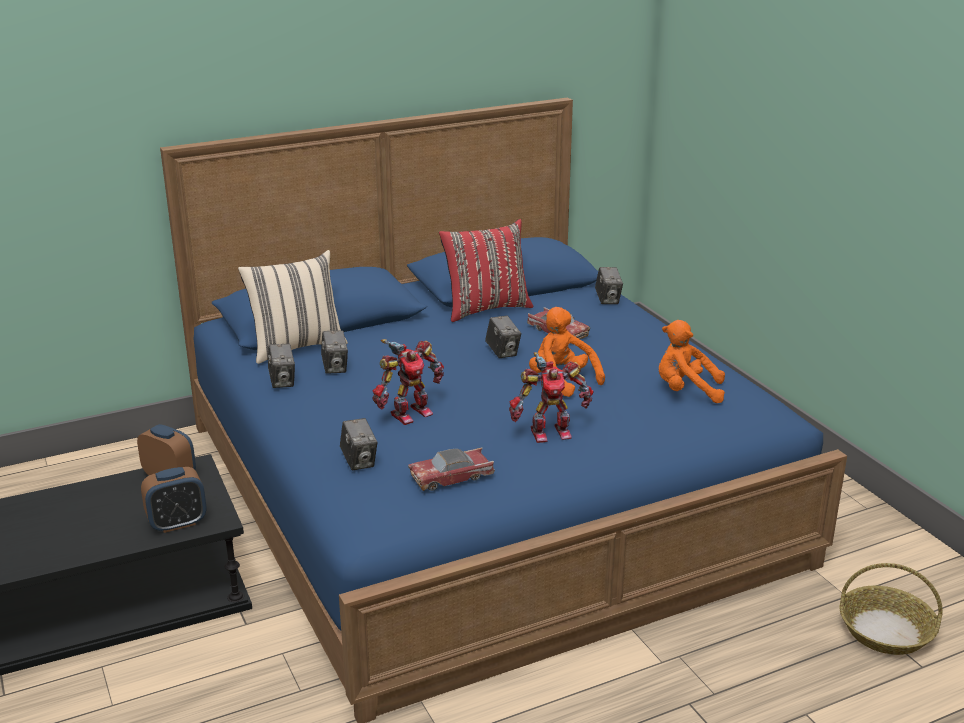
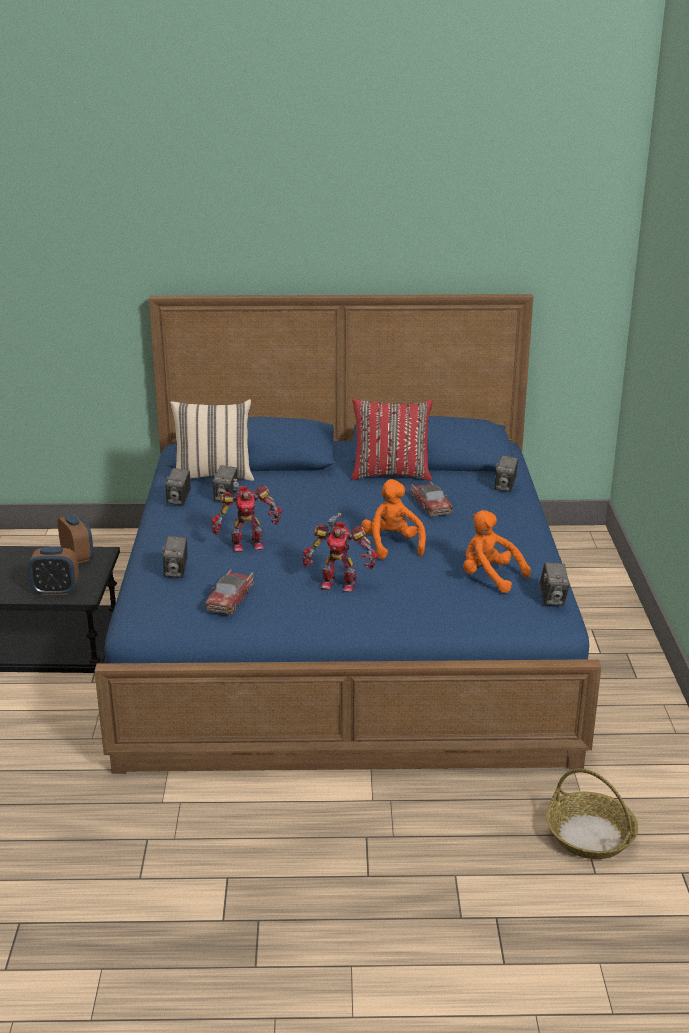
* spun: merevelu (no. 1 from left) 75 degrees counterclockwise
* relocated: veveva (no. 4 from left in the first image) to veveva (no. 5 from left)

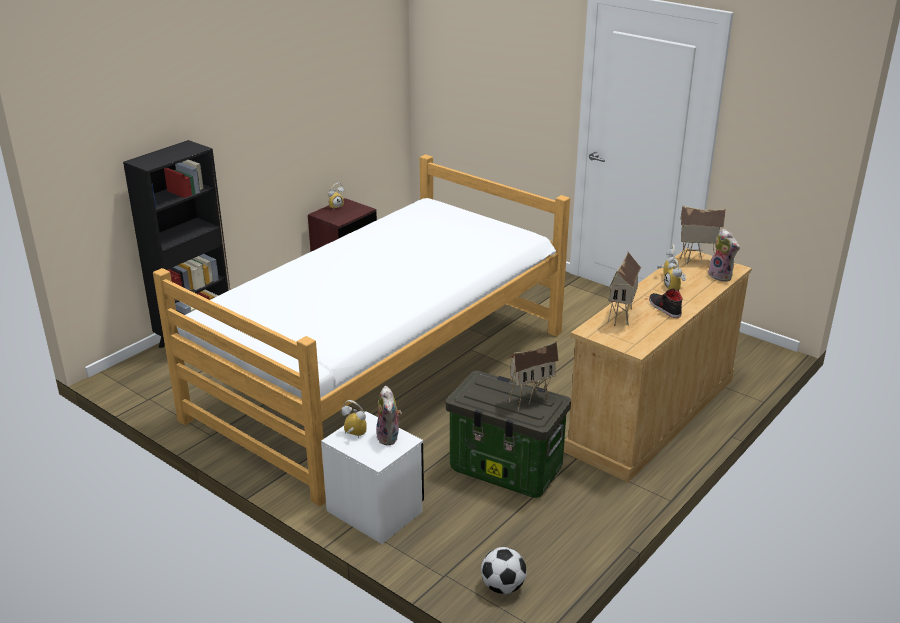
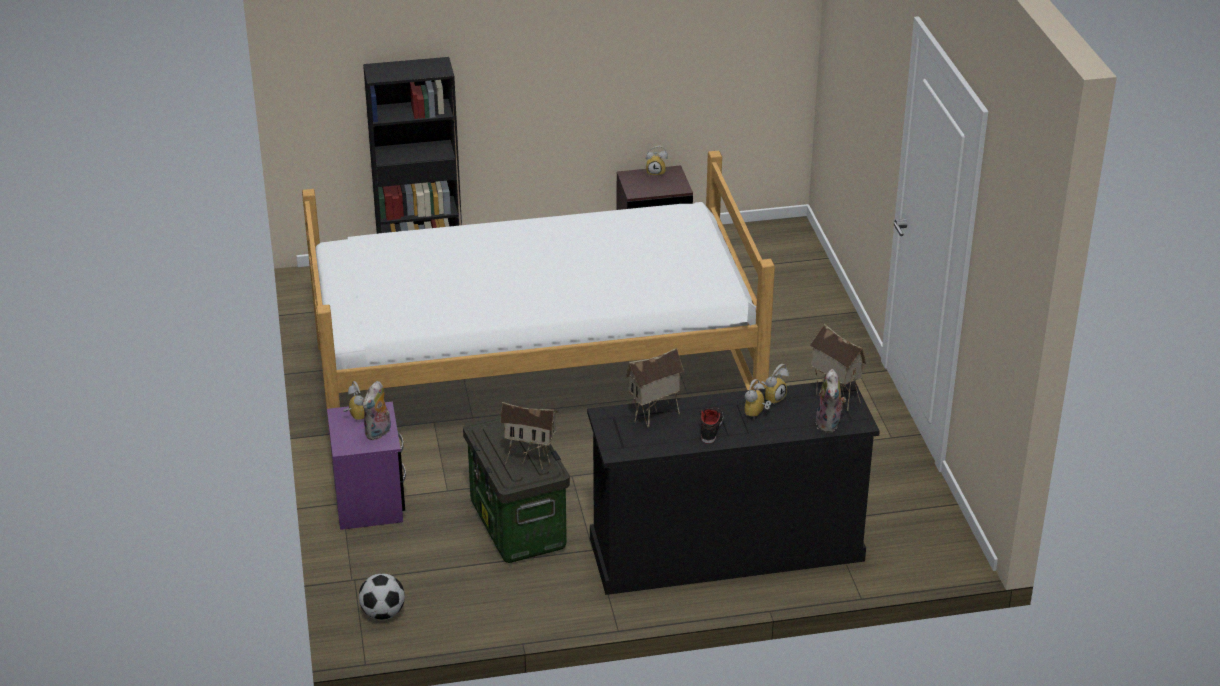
* colour: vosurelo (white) to vosurelo (purple)
* colour: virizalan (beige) to virizalan (black)

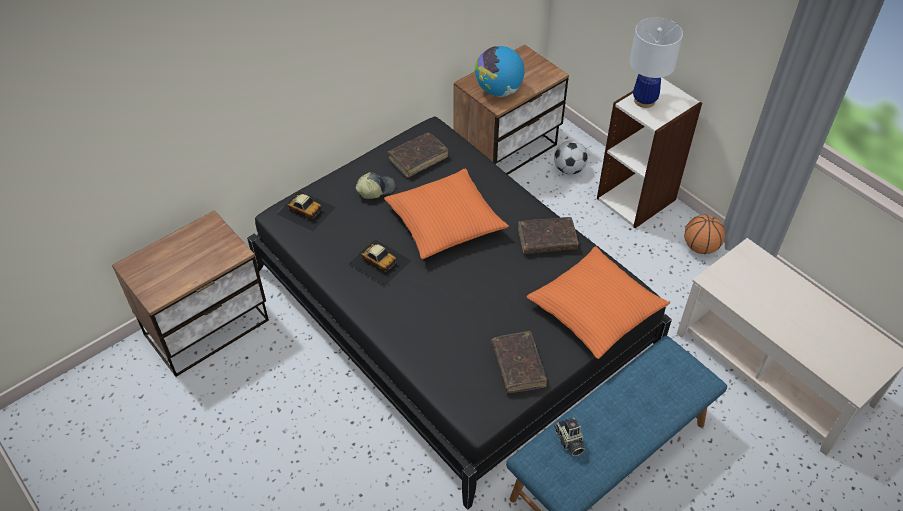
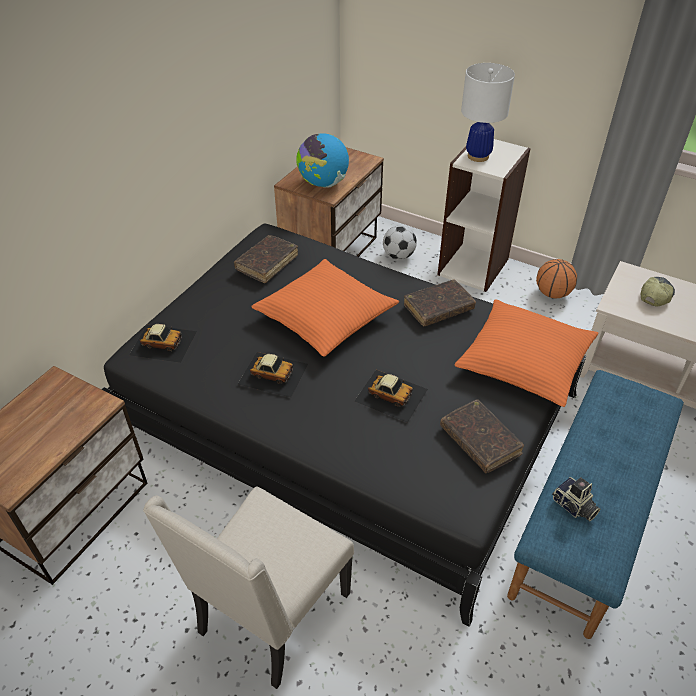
* appeared: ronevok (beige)
* appeared: merevelu (no. 3 from left)
* relocated: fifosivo

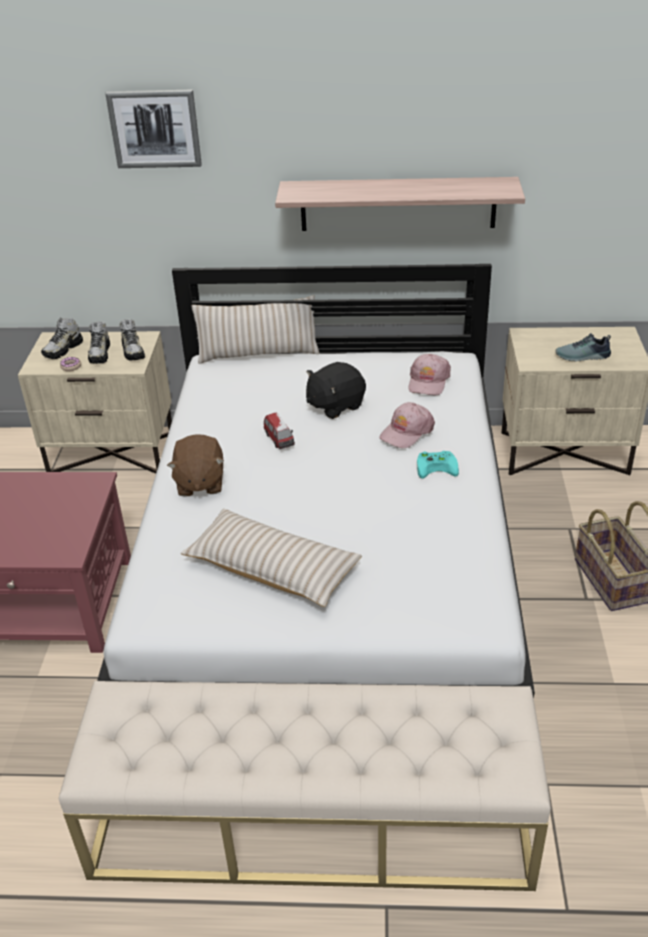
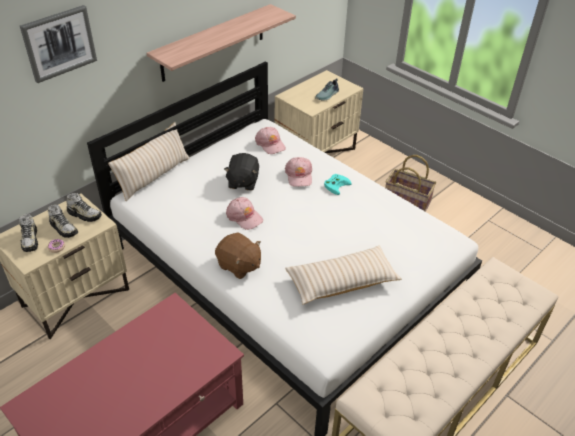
* exchanged: merevelu to fifosivo (pink) (no. 1 from left)

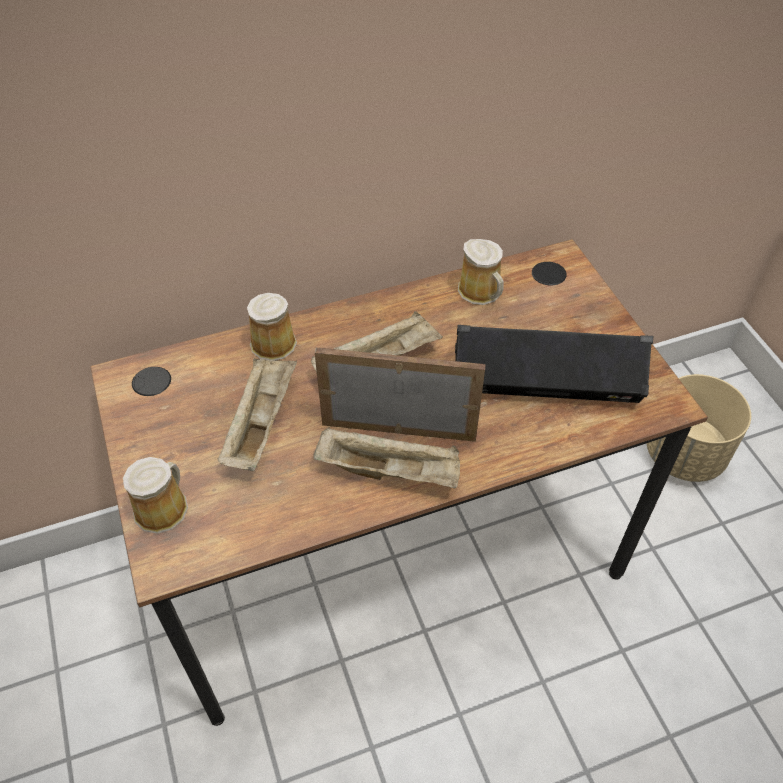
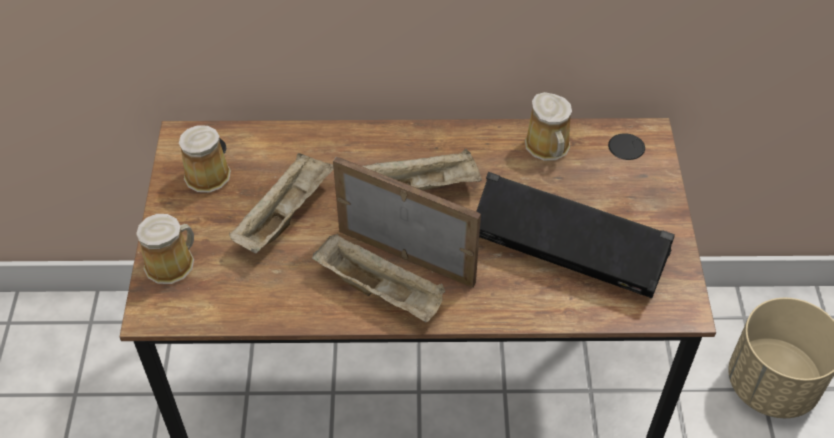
* relocated: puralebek (no. 2 from left)

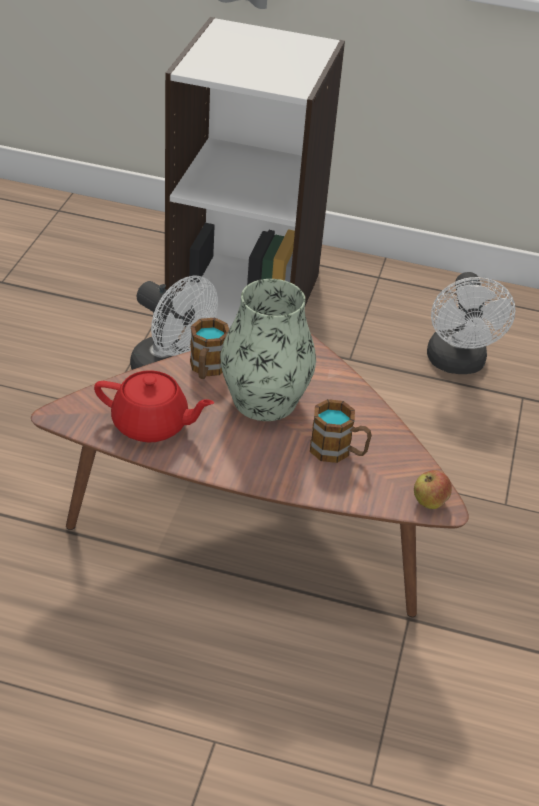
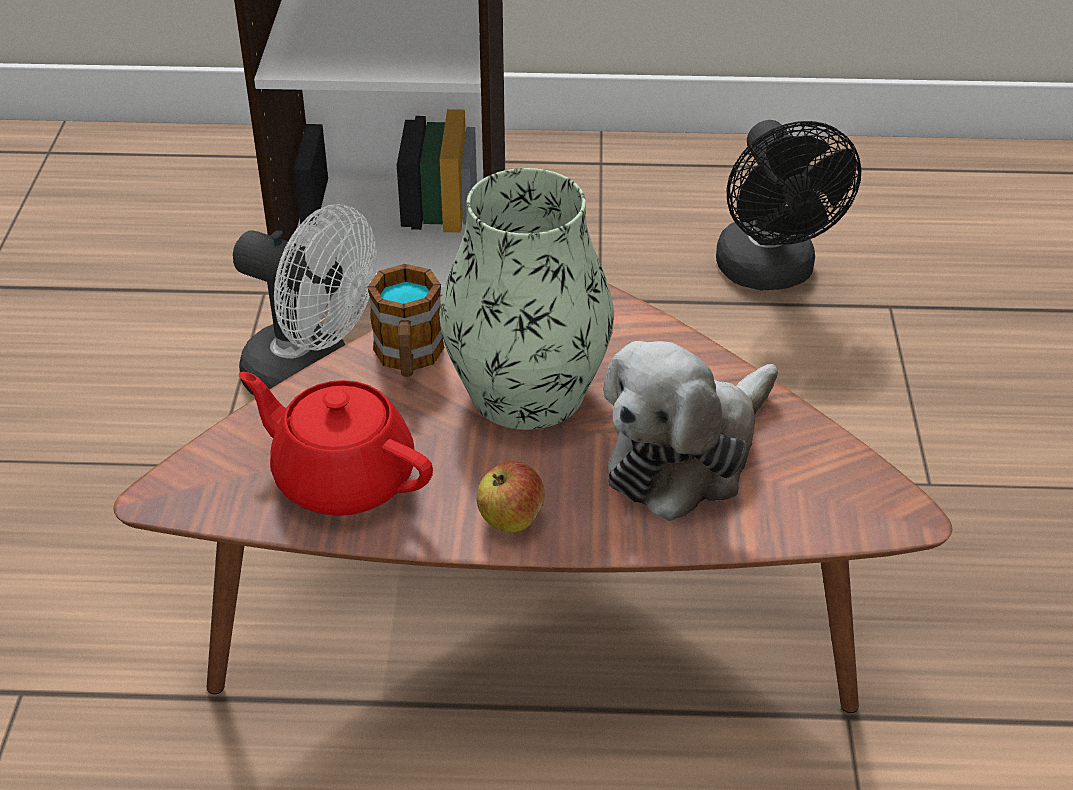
* spun: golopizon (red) 150 degrees counterclockwise
* relocated: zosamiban
* exchanged: puralebek (no. 2 from left) to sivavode
* colour: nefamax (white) (no. 2 from left) to nefamax (black)

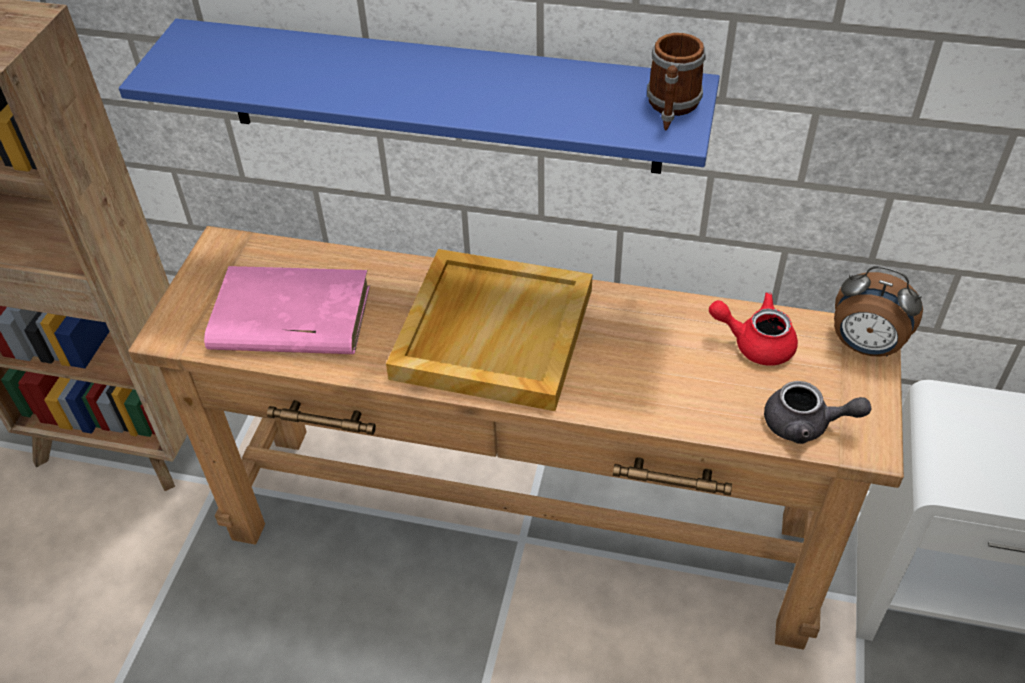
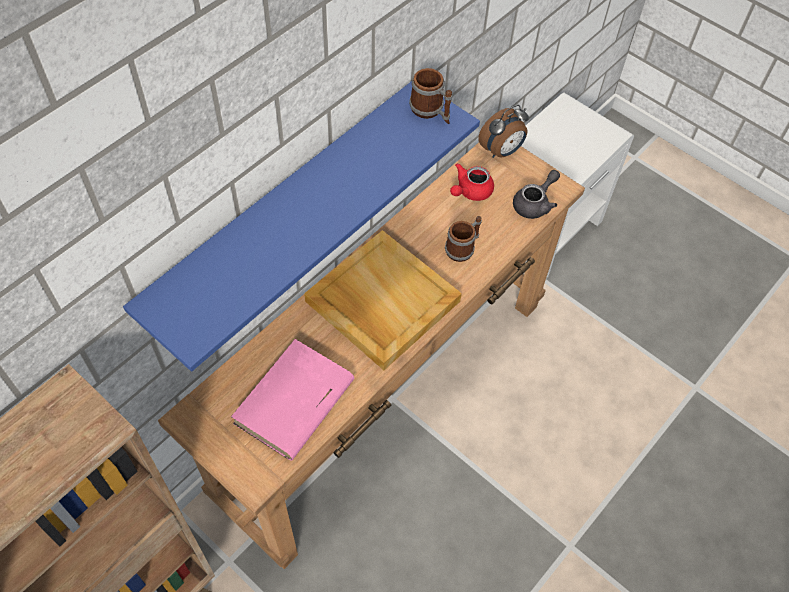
* appeared: puralebek (no. 2 from left)

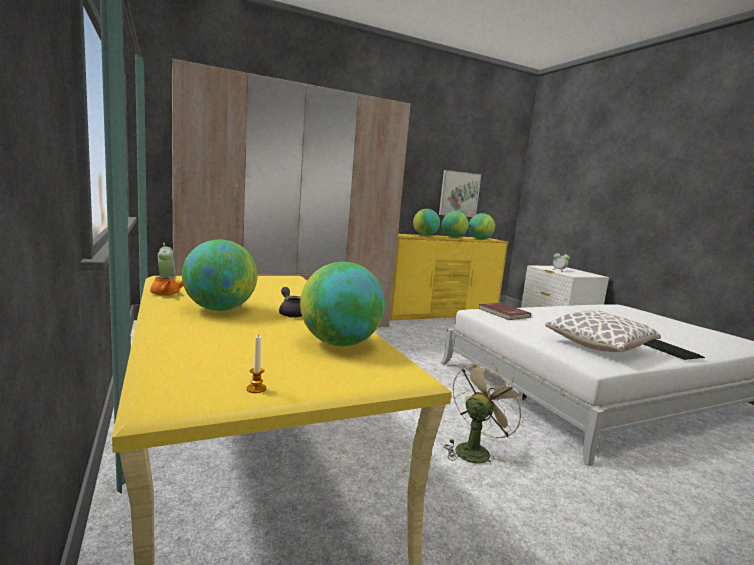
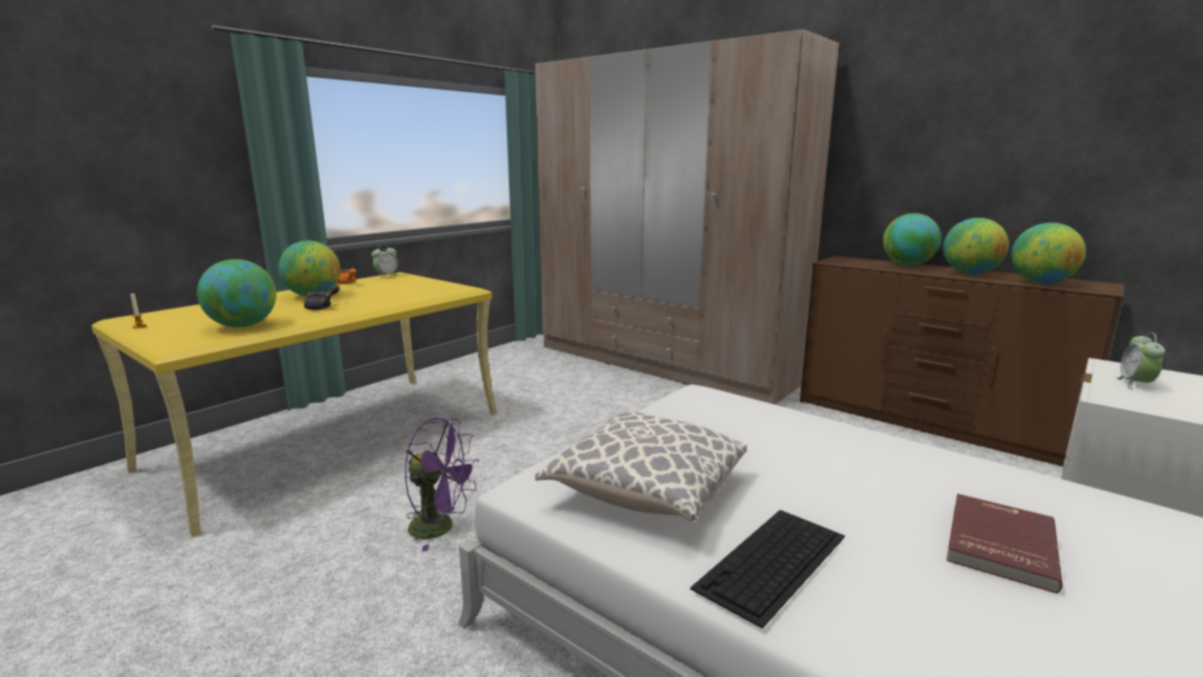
* colour: nefamax (beige) to nefamax (purple)
* colour: virizalan (yellow) to virizalan (brown)
* relocated: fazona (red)
* missing: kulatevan

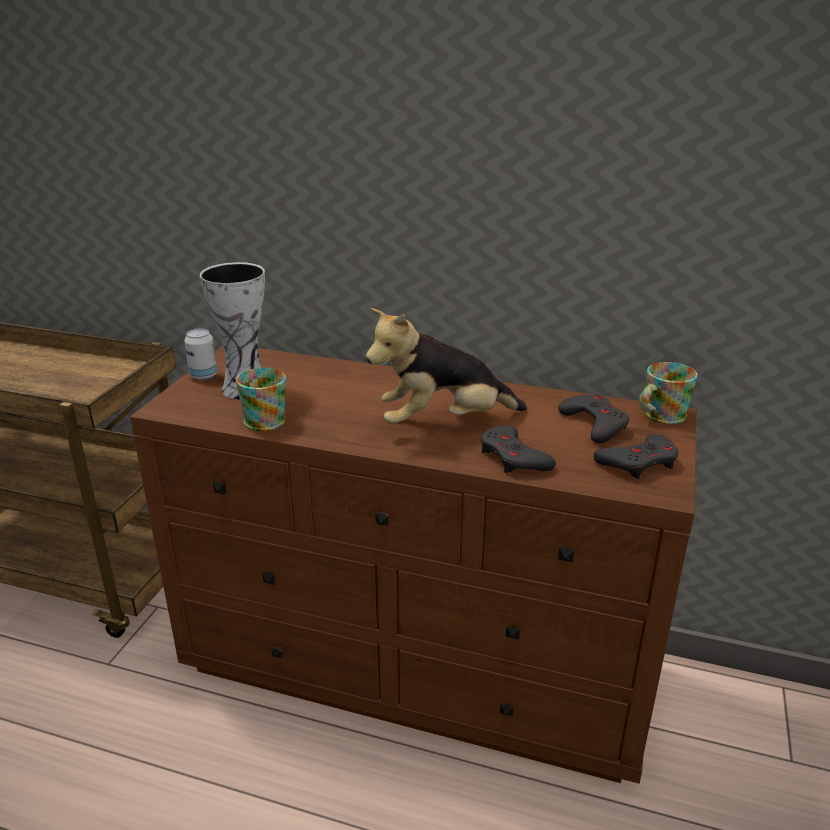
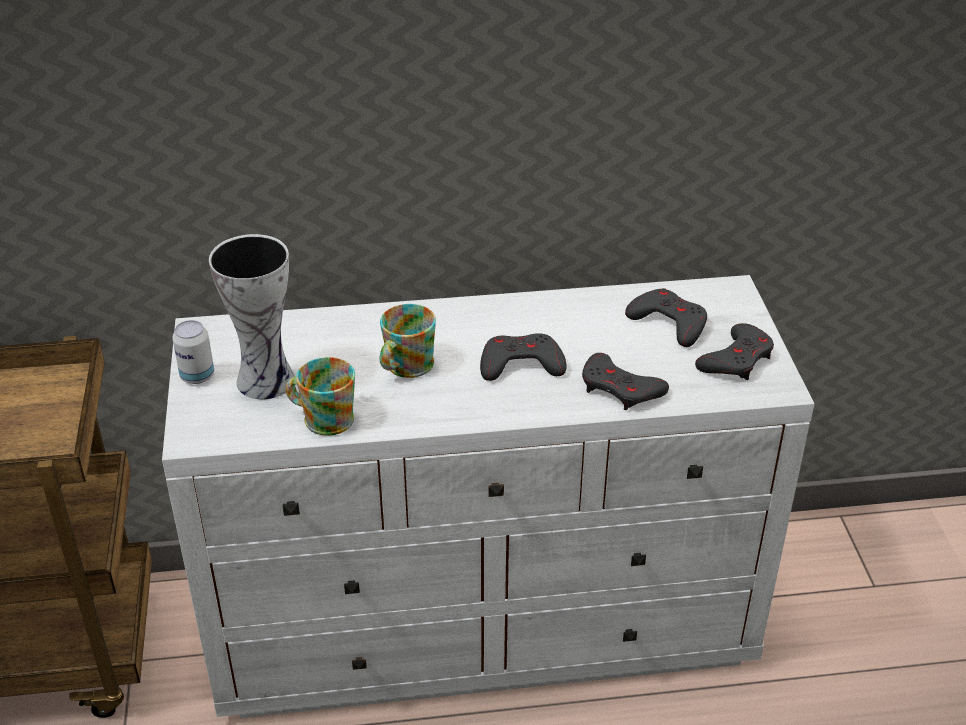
* colour: virizalan (brown) to virizalan (white)
* relocated: puralebek (no. 2 from left)
* exchanged: sivavode to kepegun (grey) (no. 1 from left)

